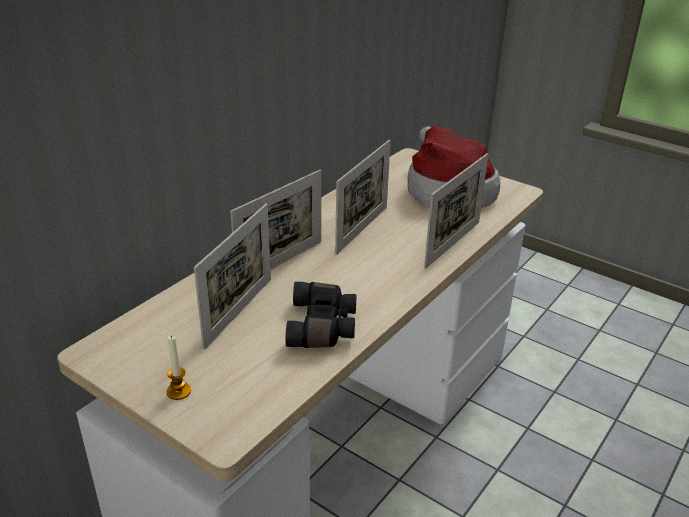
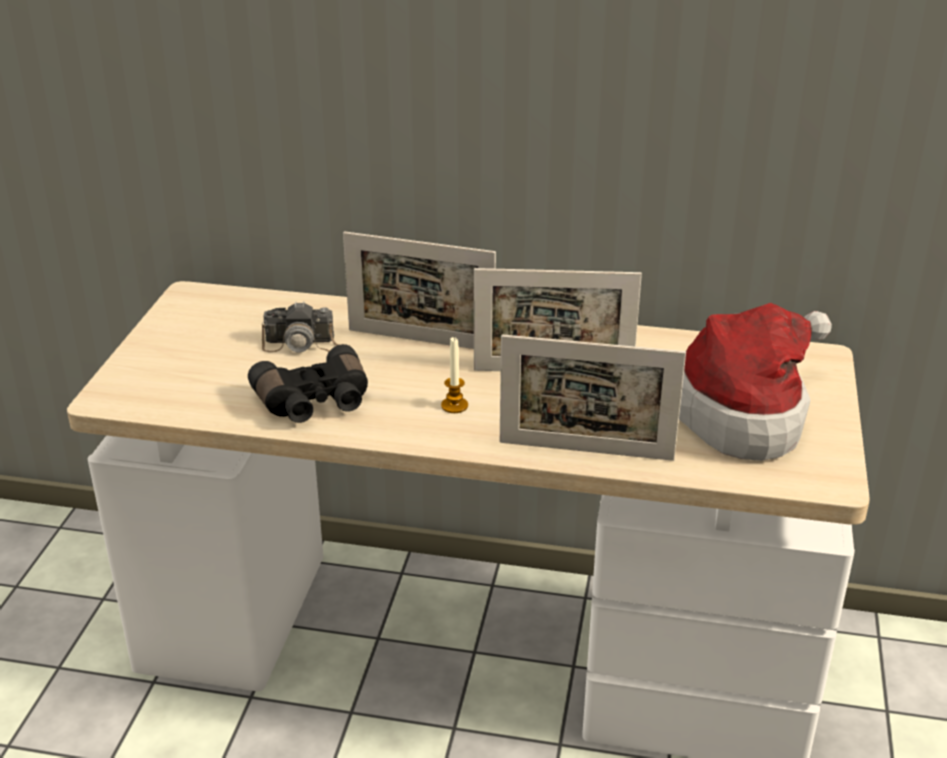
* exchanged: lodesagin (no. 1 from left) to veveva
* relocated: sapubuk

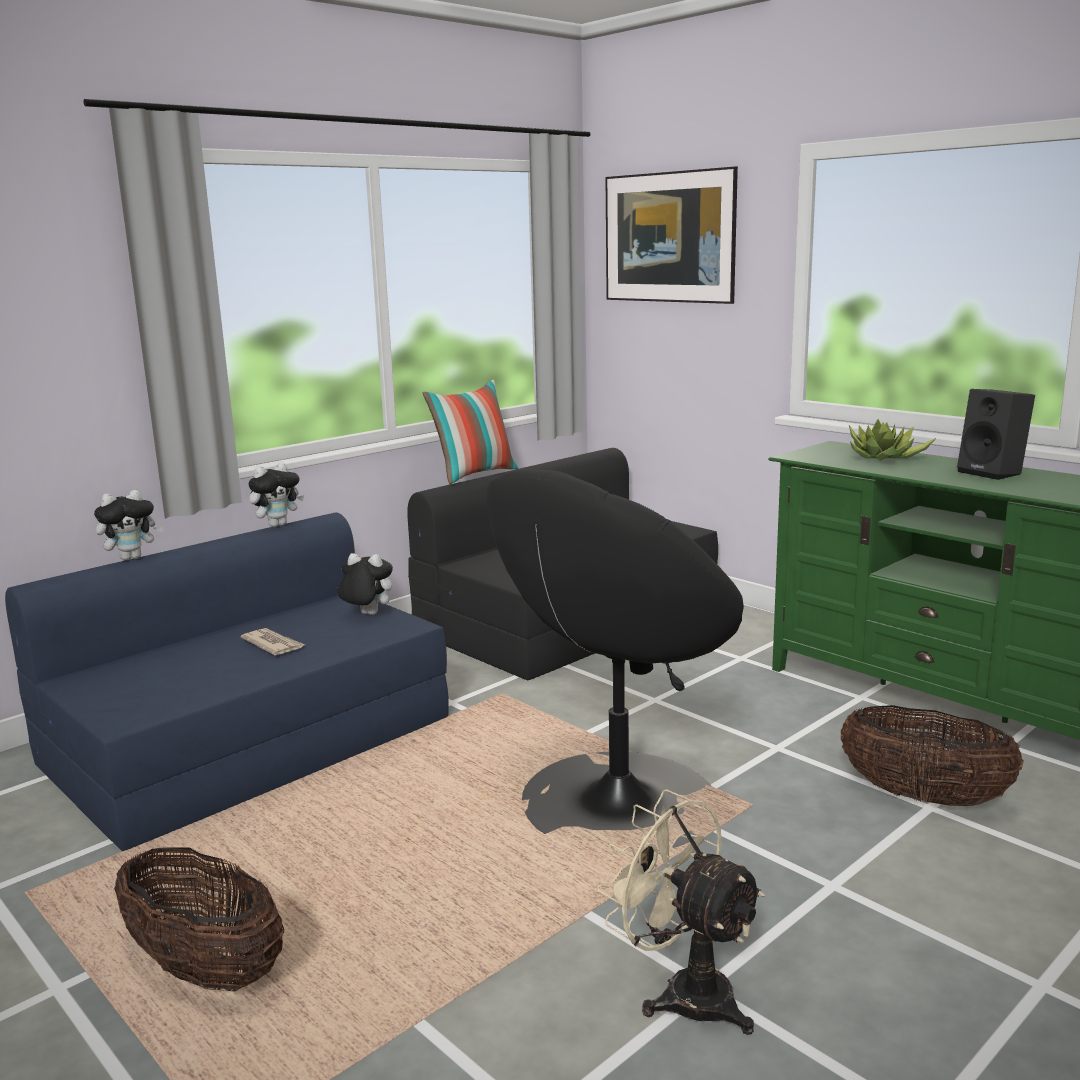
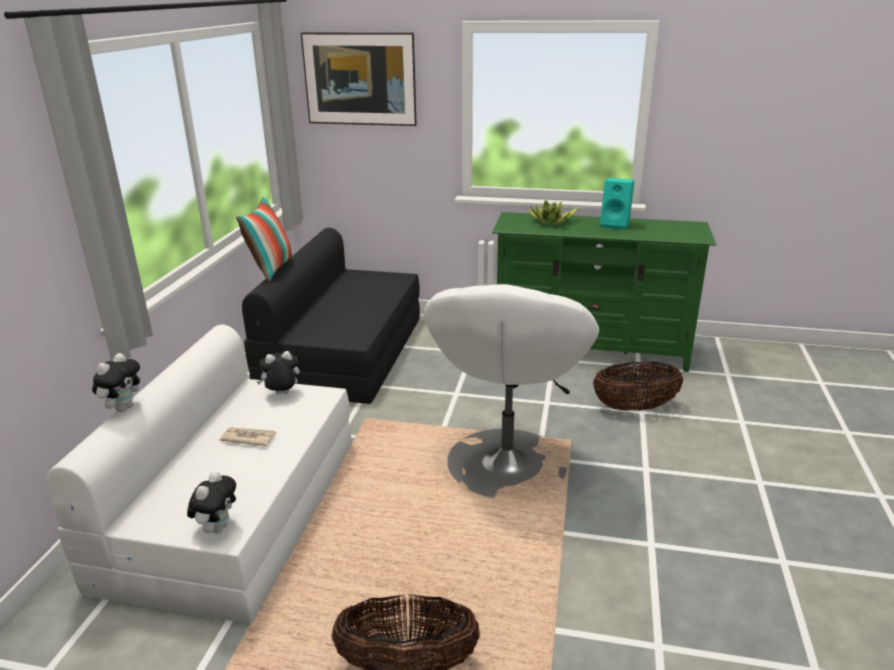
* colour: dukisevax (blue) to dukisevax (white)
* relocated: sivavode (no. 2 from left)
* colour: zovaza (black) to zovaza (white)
* colour: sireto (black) to sireto (turquoise)
* missing: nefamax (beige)

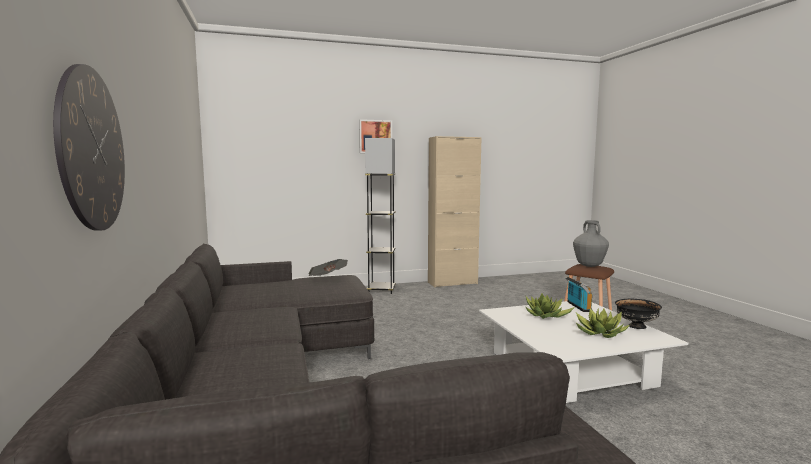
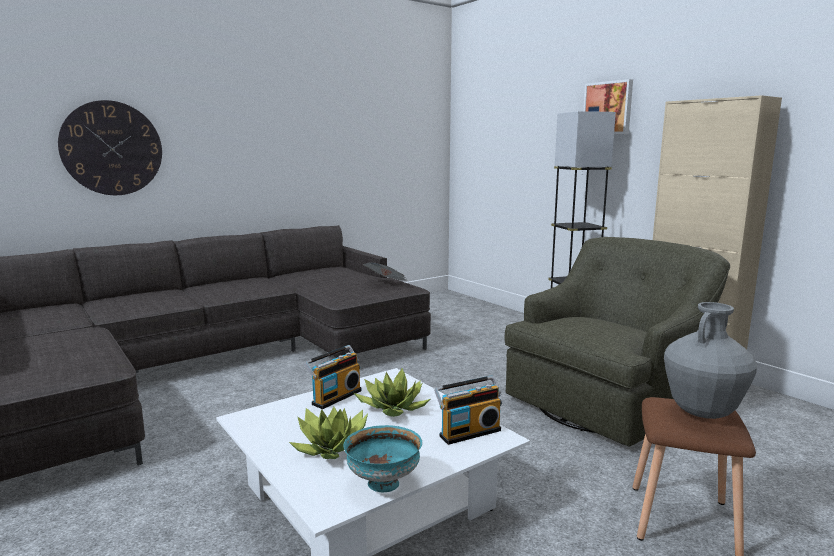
* appeared: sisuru (no. 1 from left)
* colour: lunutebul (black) to lunutebul (turquoise)
* appeared: zovaza (green)

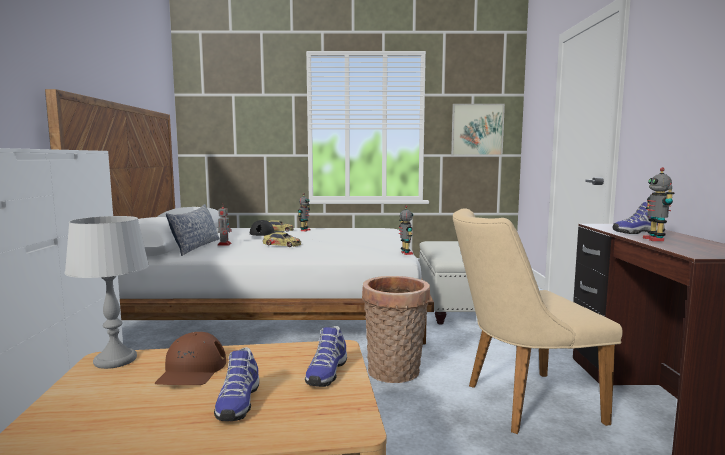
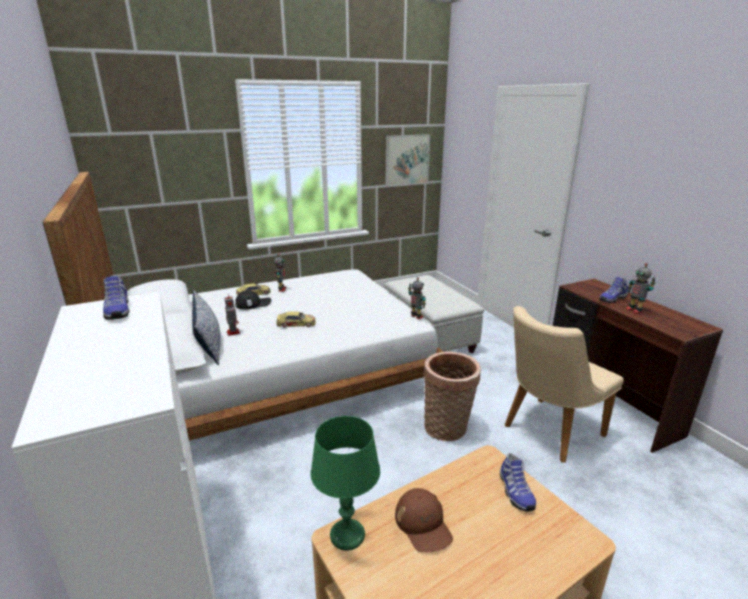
* relocated: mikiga (no. 1 from left)
* colour: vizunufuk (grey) to vizunufuk (green)

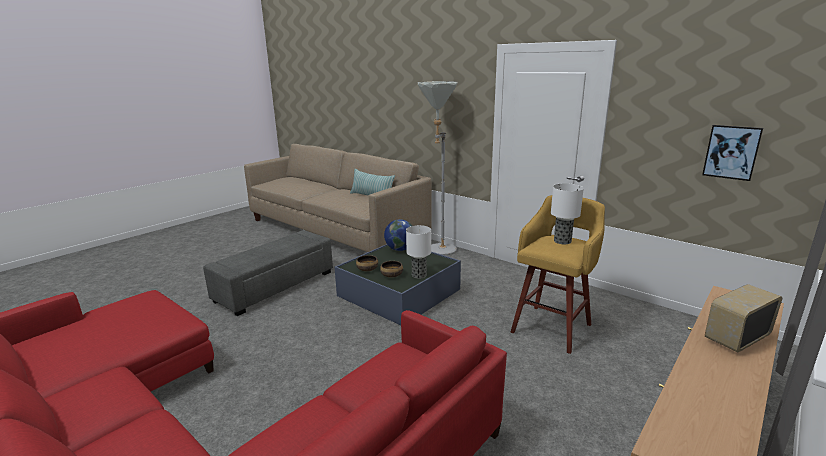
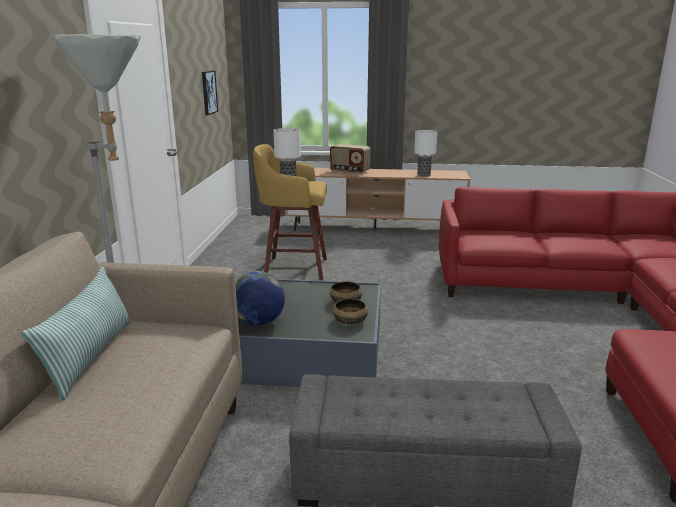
* relocated: vizunufuk (no. 1 from left in the first image) to vizunufuk (no. 2 from left)

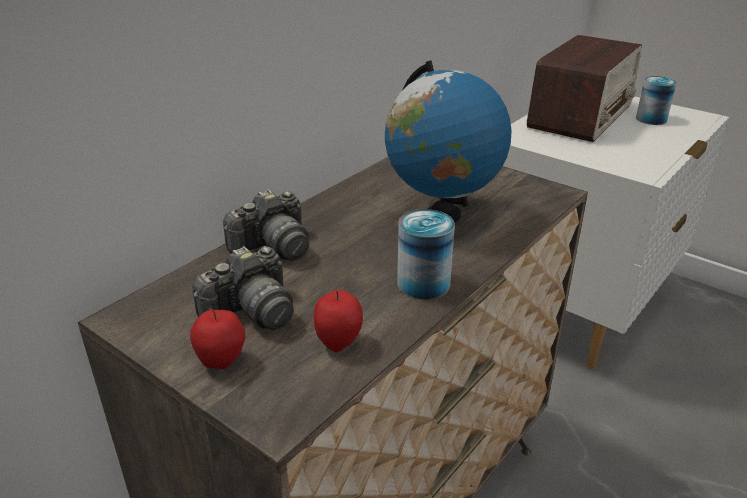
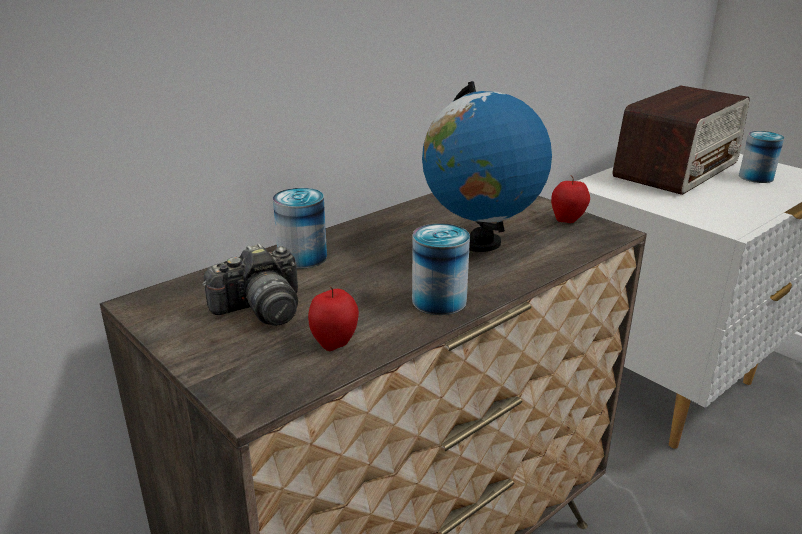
* exchanged: veveva (no. 2 from left) to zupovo (no. 1 from left)
* relocated: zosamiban (no. 1 from left in the first image) to zosamiban (no. 2 from left)

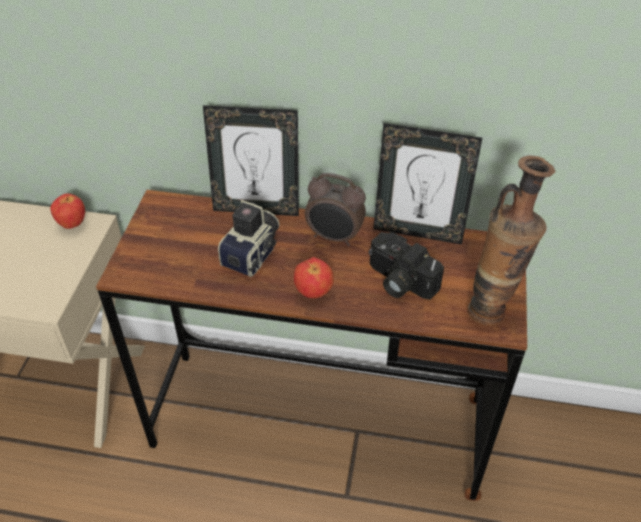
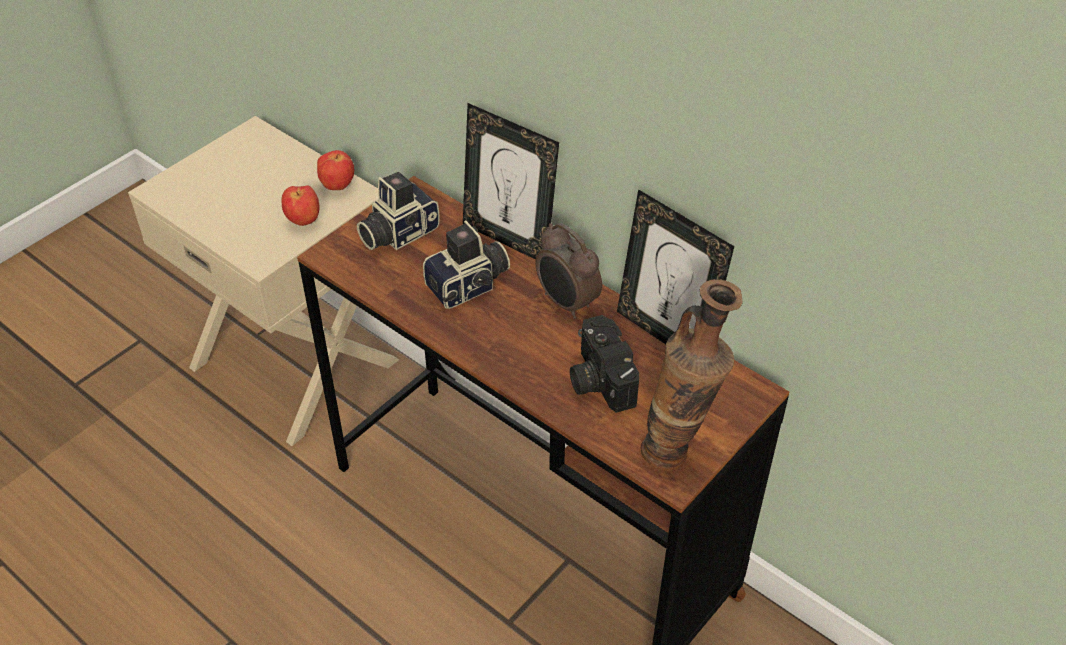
* relocated: zosamiban (no. 2 from left in the first image) to zosamiban (no. 1 from left)
* appeared: veveva (no. 1 from left)

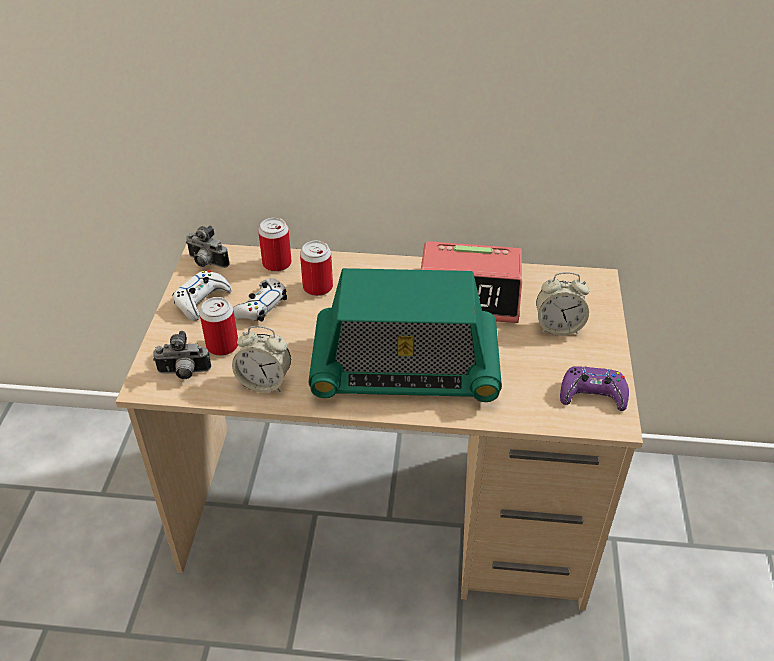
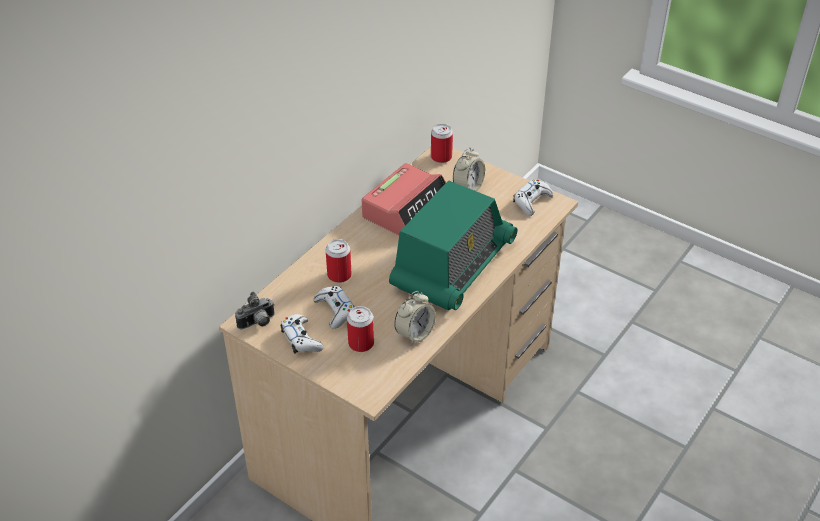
* relocated: zupovo (no. 2 from left in the first image) to zupovo (no. 3 from left)
* colour: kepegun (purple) to kepegun (white) (no. 3 from left)
* missing: veveva (no. 1 from left)

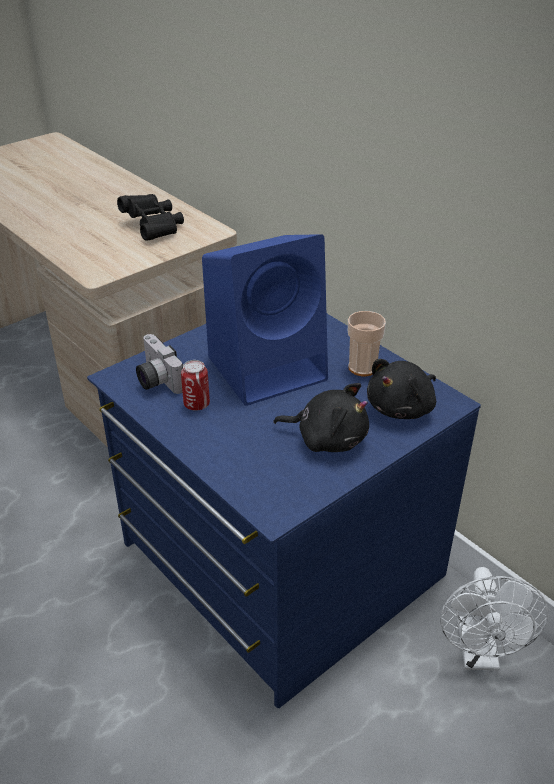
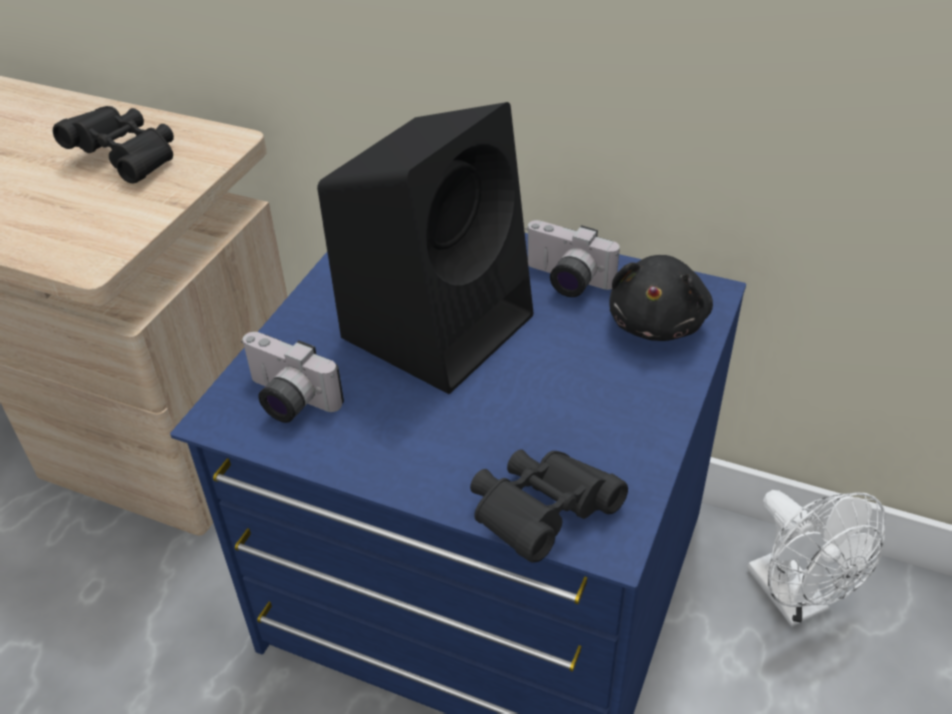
* colour: sireto (blue) to sireto (black)
* appeared: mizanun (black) (no. 2 from left)
* exchanged: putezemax to veveva (no. 2 from left)
* missing: zupovo
* missing: sivavode (black) (no. 1 from left)

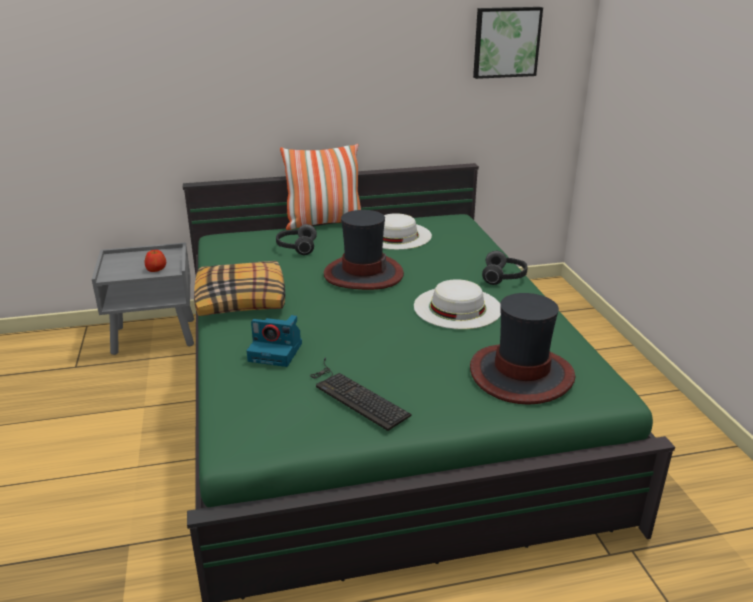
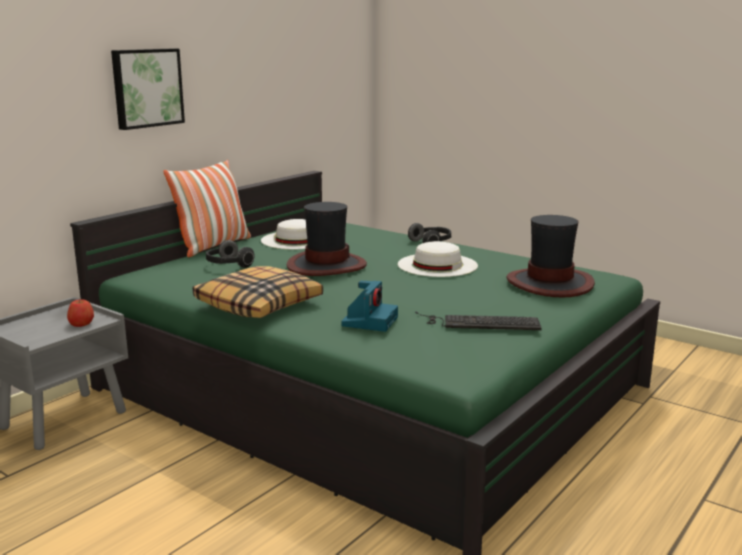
* relocated: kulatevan
* spun: veveva 45 degrees counterclockwise

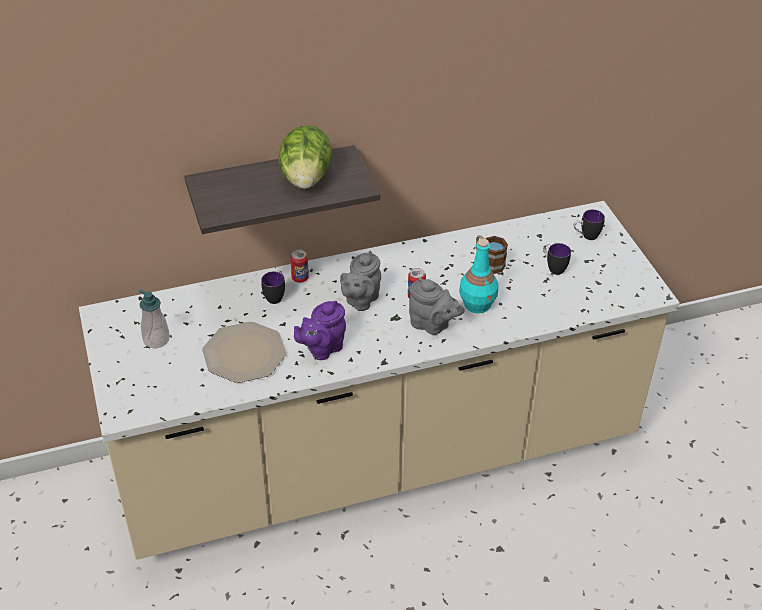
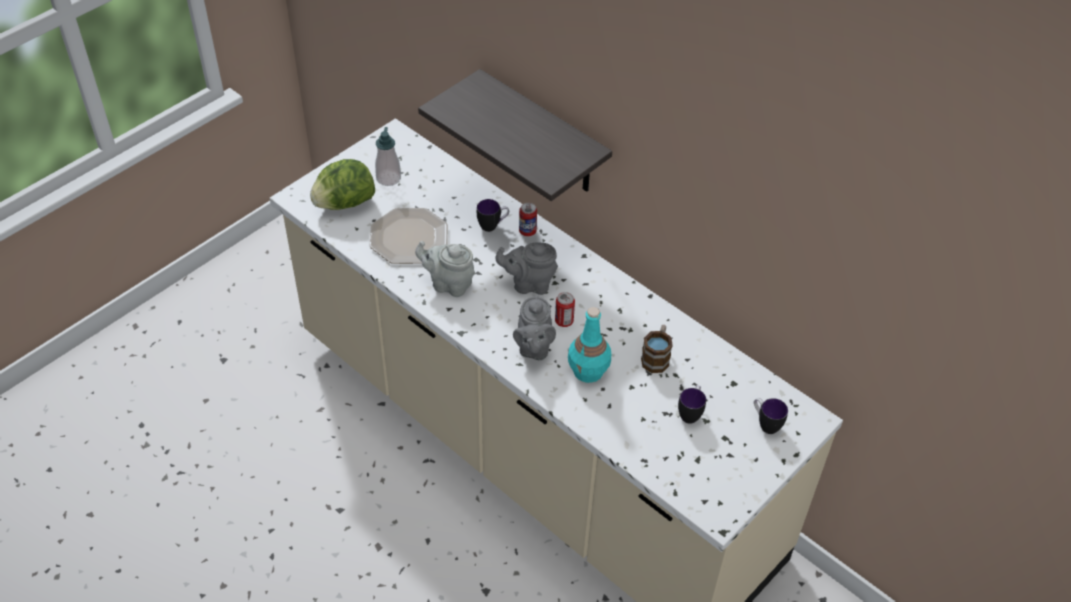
* relocated: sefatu
* colour: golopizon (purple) to golopizon (grey) (no. 1 from left)

